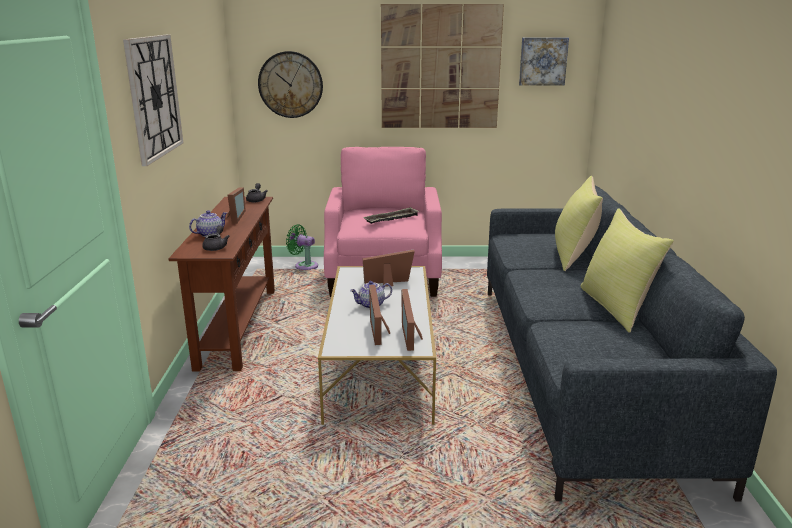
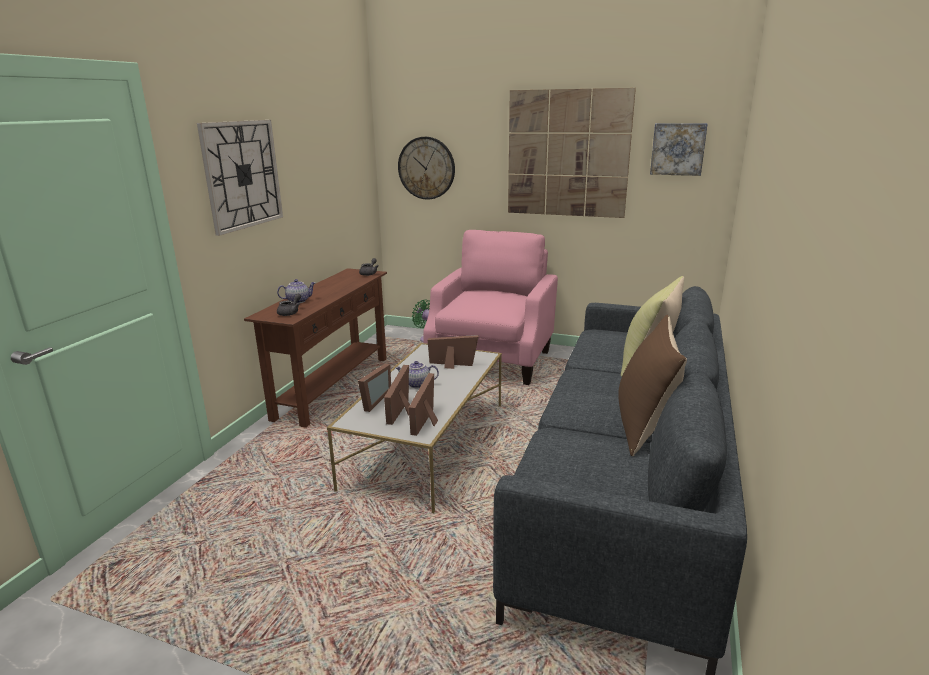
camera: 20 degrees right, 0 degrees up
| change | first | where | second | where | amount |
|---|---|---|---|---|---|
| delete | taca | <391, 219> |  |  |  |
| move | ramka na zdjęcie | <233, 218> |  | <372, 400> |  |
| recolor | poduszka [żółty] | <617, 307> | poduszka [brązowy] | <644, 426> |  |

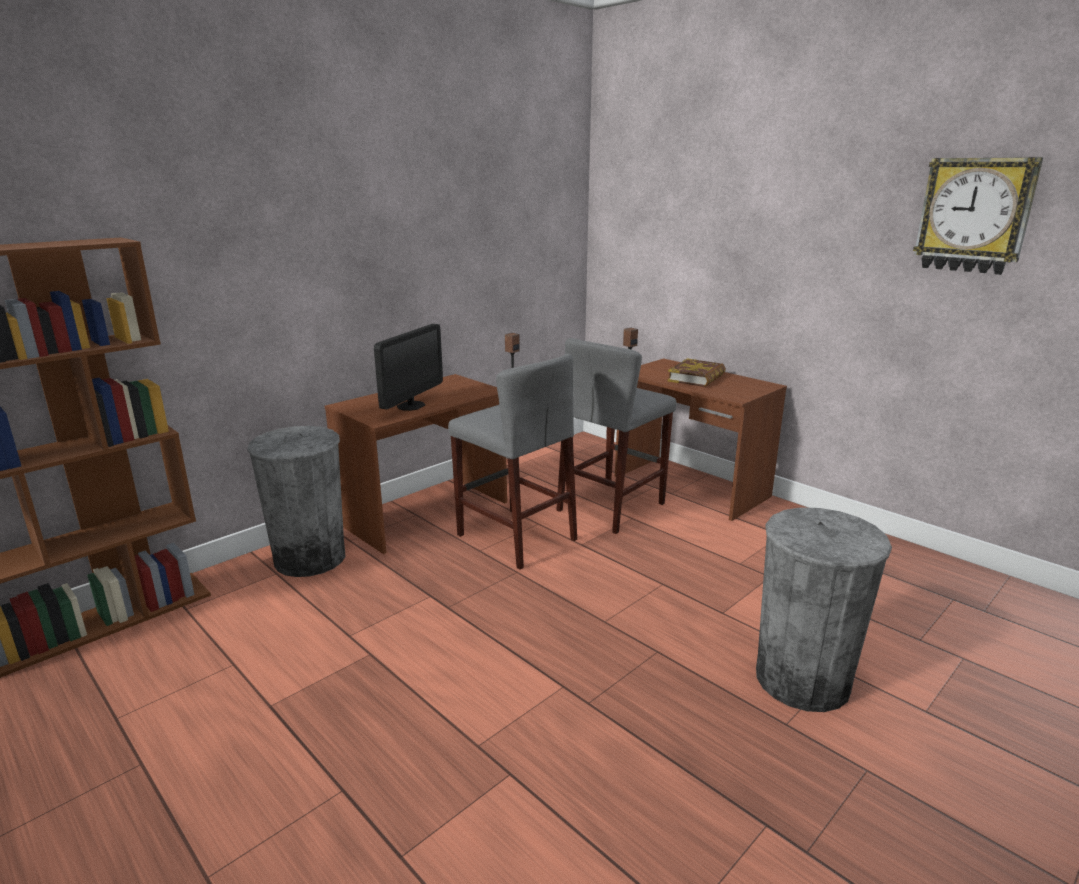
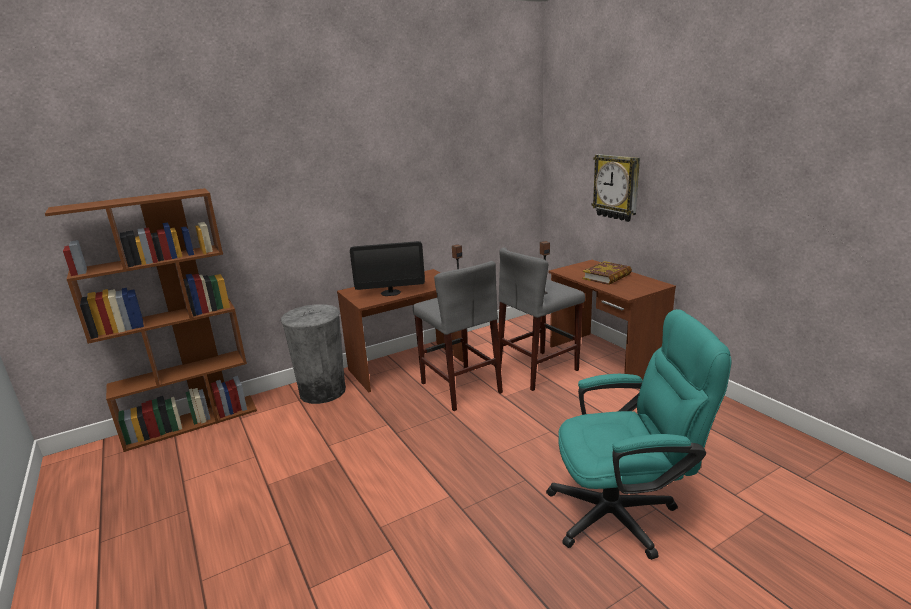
camera: 15 degrees right, 0 degrees up
| change | first | where | second | where | amount |
|---|---|---|---|---|---|
| move | zegar ścienny | <974, 215> |  | <616, 187> |  |
| replace | kosz na śmieci [szary] | <802, 679> | krzesło biurowe [turkusowy] | <624, 513> |  |
| rotate | monitor | <411, 406> |  | <390, 293> | 45 degrees clockwise |

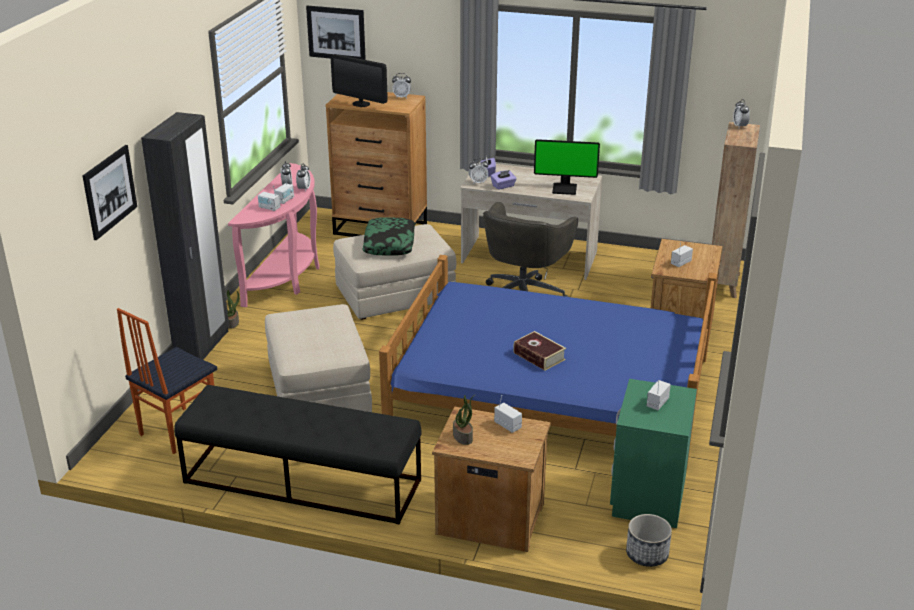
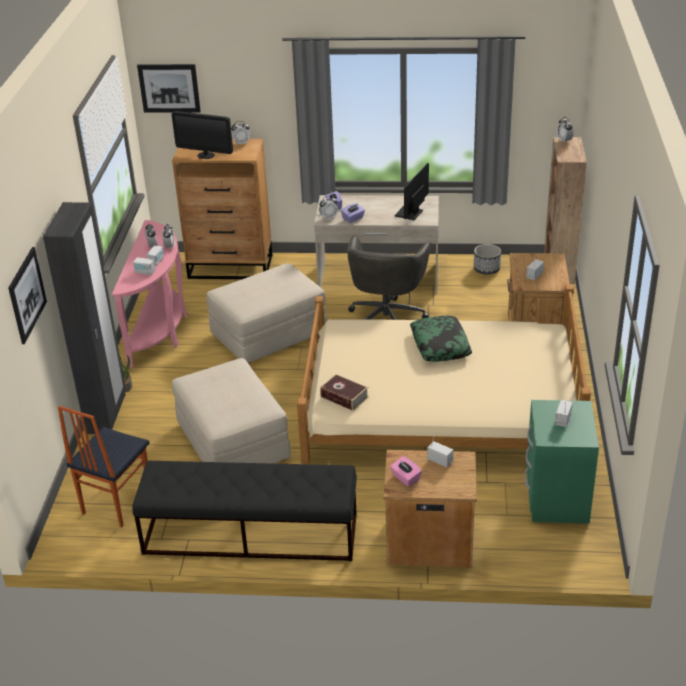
camera: 10 degrees left, 5 degrees up
| change | first | where | second | where | amount |
|---|---|---|---|---|---|
| move | poduszka | <389, 244> |  | <440, 345> |  |
| move | książka | <539, 356> |  | <344, 397> |  |
| move | donica | <647, 554> |  | <486, 269> |  |
| replace | roślina doniczkowa | <463, 437> | pudełko chusteczek [różowy] | <405, 478> |  |
| recolor | łóżko [niebieski] | <549, 388> | łóżko [beżowy] | <439, 407> |  |
| rotate | monitor | <565, 188> |  | <410, 214> | 120 degrees clockwise |

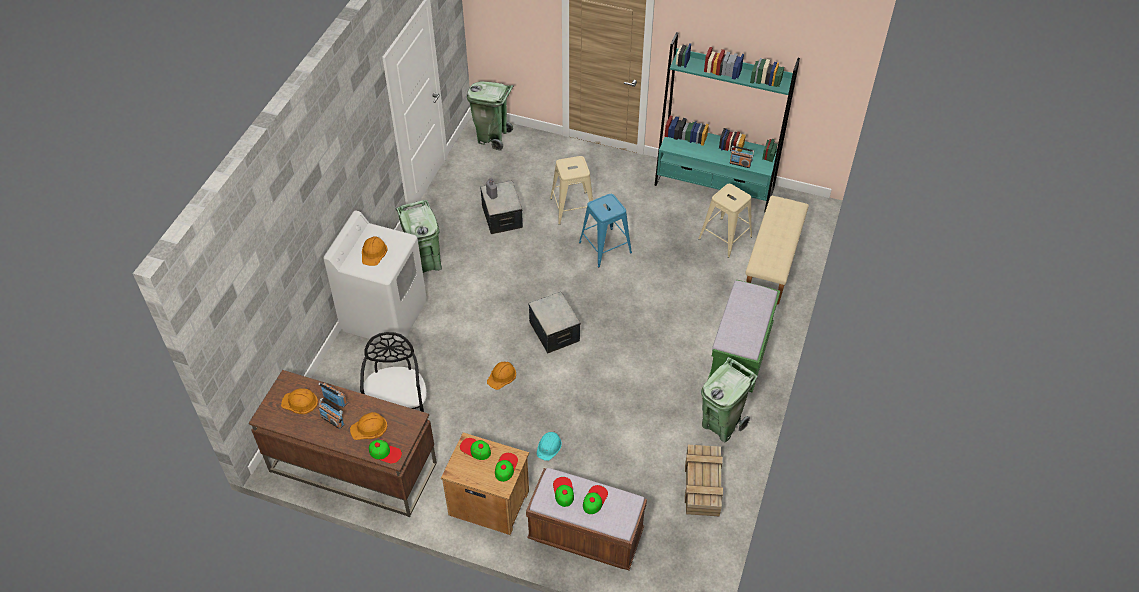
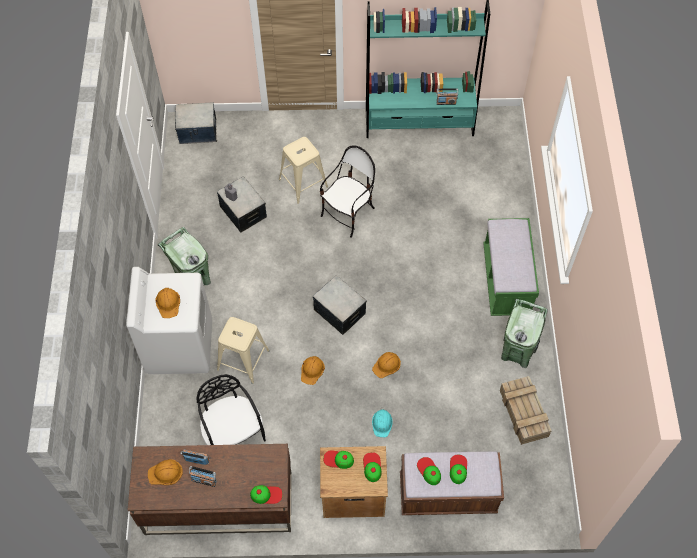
camera: 20 degrees left, 10 degrees up
| change | first | where | second | where | amount |
|---|---|---|---|---|---|
| delete | ławka [beżowy] | <773, 262> |  |  |  |
| move | kask [pomarańczowy] | <369, 428> |  | <387, 365> |  |
| move | stołek [beżowy] | <724, 238> |  | <243, 360> |  |
| replace | kosz na śmieci [zielony] | <492, 137> | pojemnik do przechowywania | <198, 131> |  |
| replace | stołek [niebieski] | <604, 247> | krzesło | <348, 214> |  |

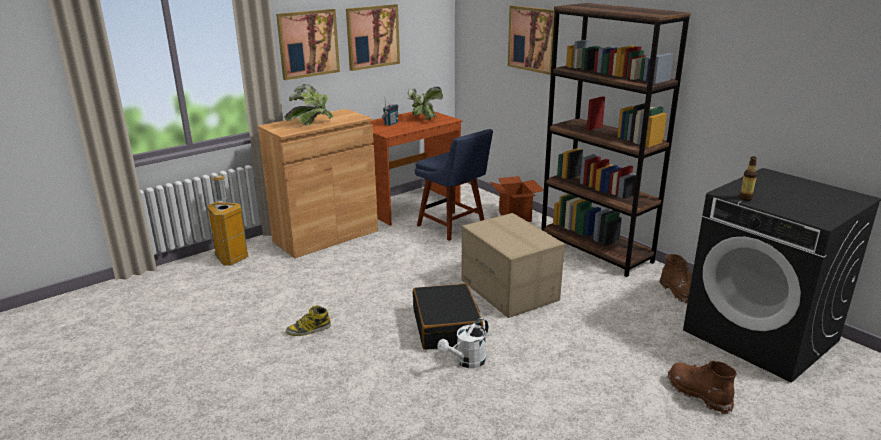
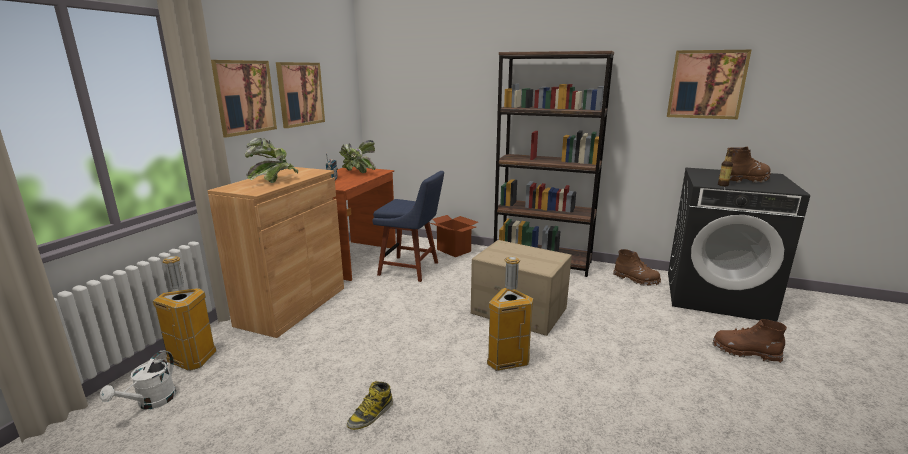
camera: 30 degrees left, 5 degrees down
| change | first | where | second | where | amount |
|---|---|---|---|---|---|
| insert |  |  | but z cholewką [brązowy] | <744, 180> |  |
| move | konewka [biały] | <467, 362> |  | <151, 402> |  |
| move | obraz | <533, 39> |  | <706, 84> |  |
| replace | walizka [czarny] | <447, 327> | kosz na śmieci | <506, 361> |  |

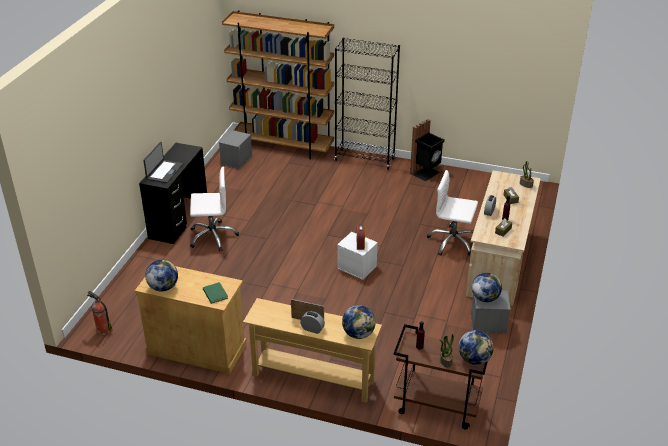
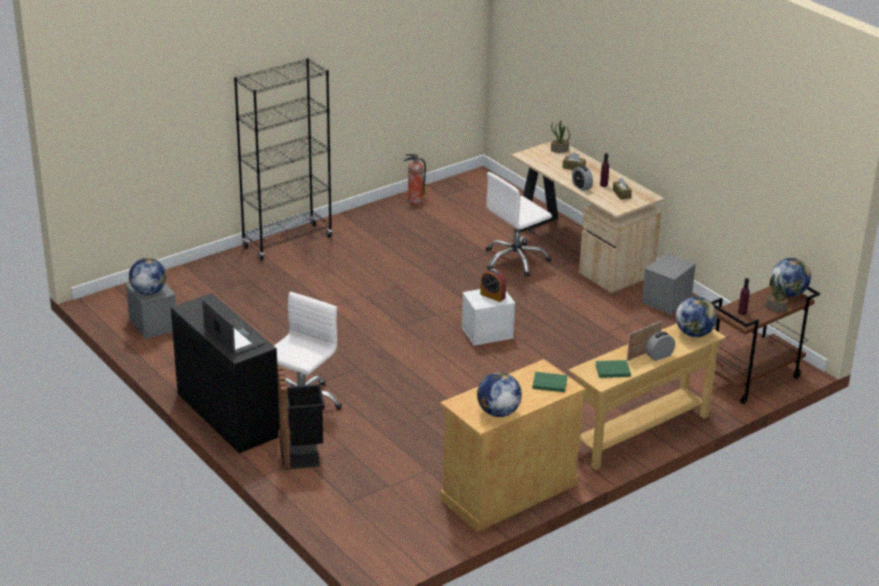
camera: 55 degrees left, 5 degrees down
| change | first | where | second | where | amount |
|---|---|---|---|---|---|
| delete | regał [brązowy] | <283, 146> |  |  |  |
| insert |  |  | książka [zielony] | <611, 370> |  |
| move | gaśnica | <103, 330> |  | <414, 200> |  |
| move | kosz na śmieci [czarny] | <426, 173> |  | <302, 455> |  |
| move | globus | <485, 298> |  | <148, 292> |  |

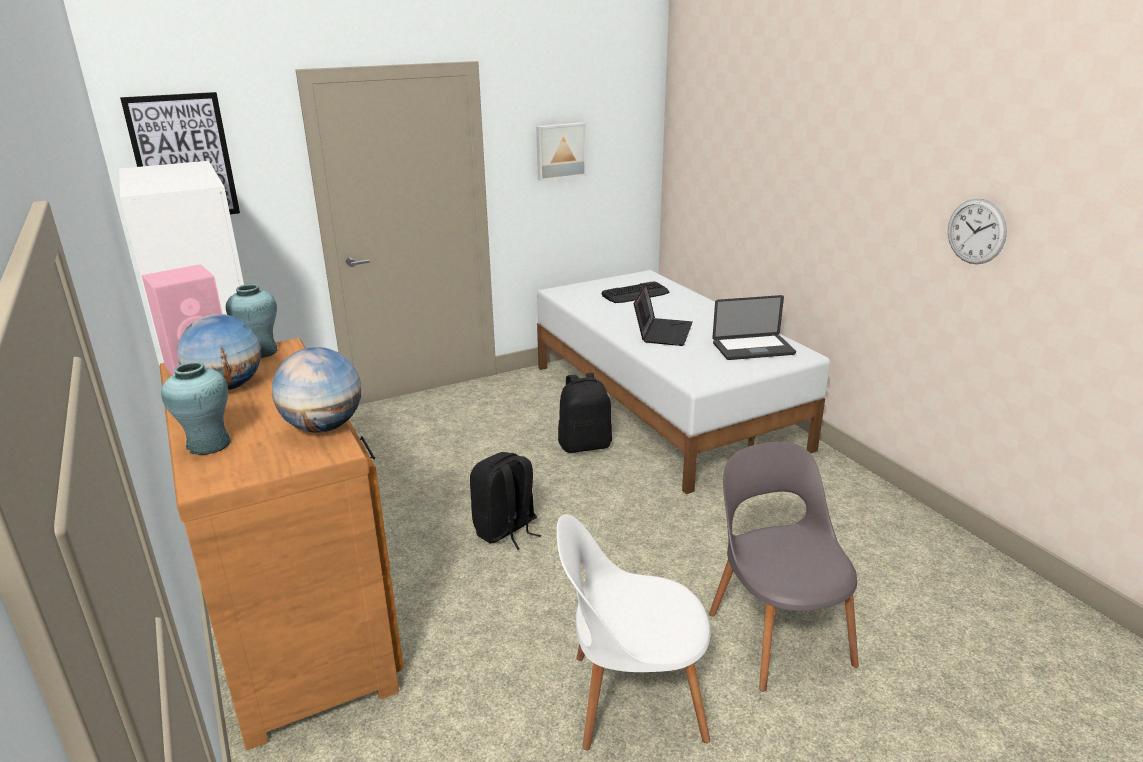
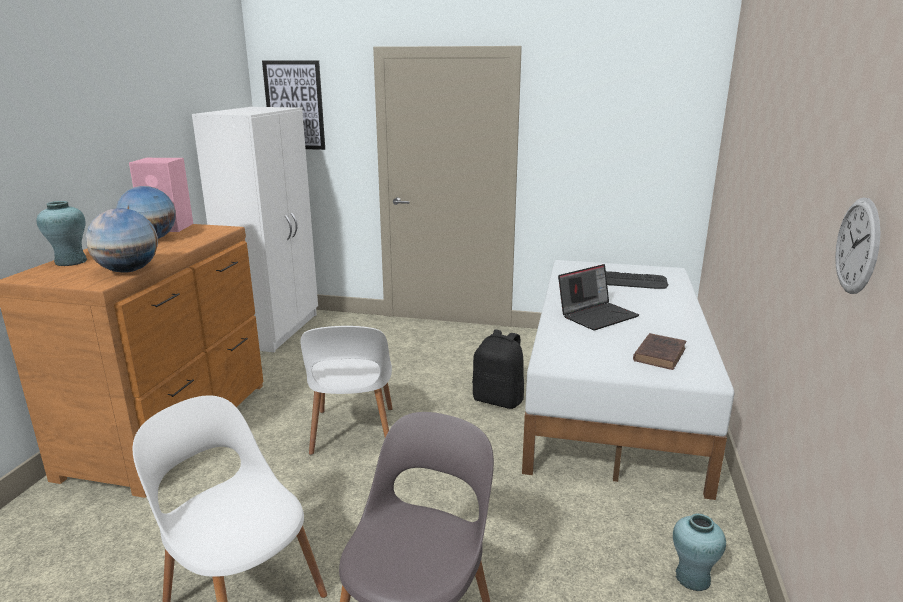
camera: 40 degrees right, 5 degrees down
| change | first | where | second | where | amount |
|---|---|---|---|---|---|
| delete | obraz | <560, 151> |  |  |  |
| move | wazon [turkusowy] | <261, 352> |  | <692, 578> |  |
| replace | plecak [czarny] | <506, 530> | krzesło [biały] | <353, 433> |  |
| replace | laptop | <753, 349> | książka [brązowy] | <660, 354> |  |

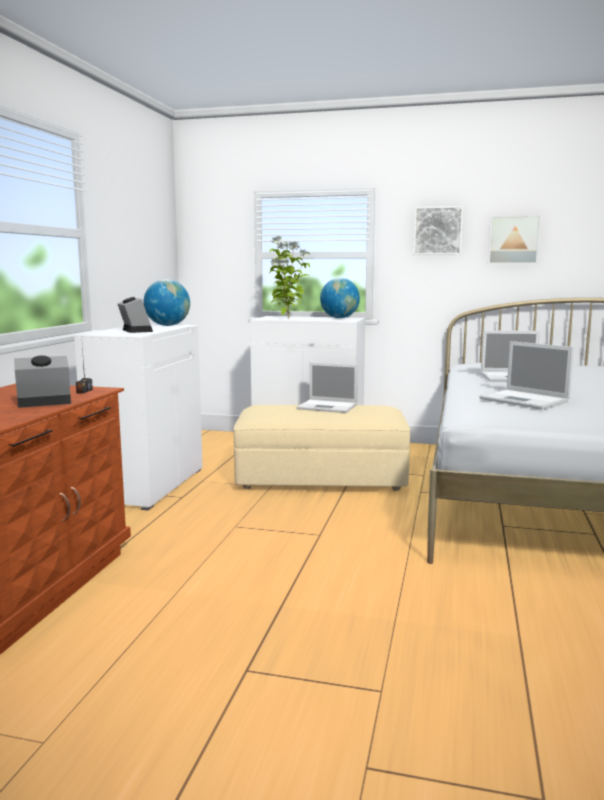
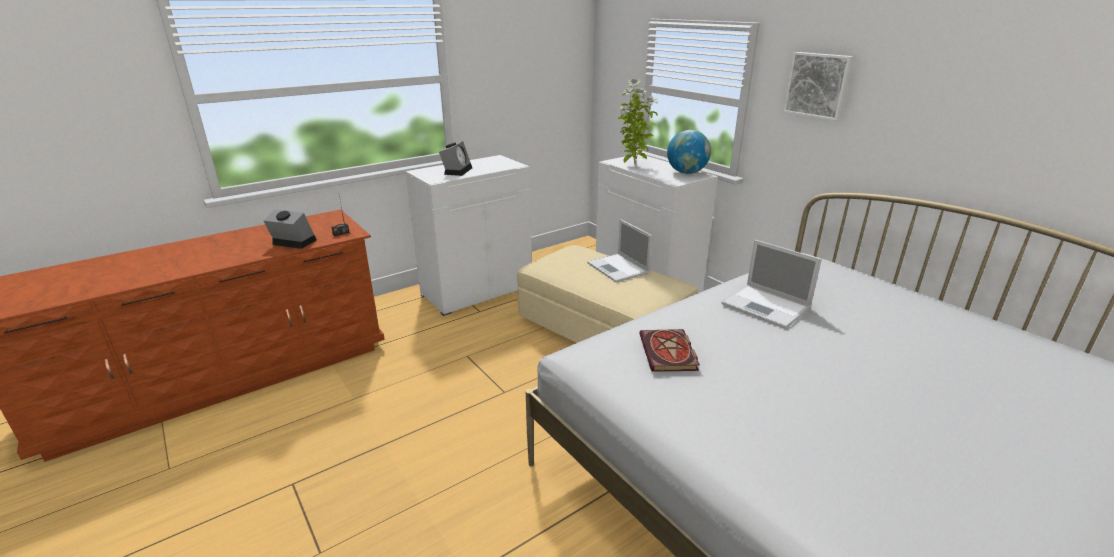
camera: 40 degrees right, 15 degrees up
| change | first | where | second | where | amount |
|---|---|---|---|---|---|
| delete | globus | <167, 325> |  |  |  |
| delete | obraz | <513, 240> |  |  |  |
| replace | laptop | <525, 400> | książka | <669, 354> |  |

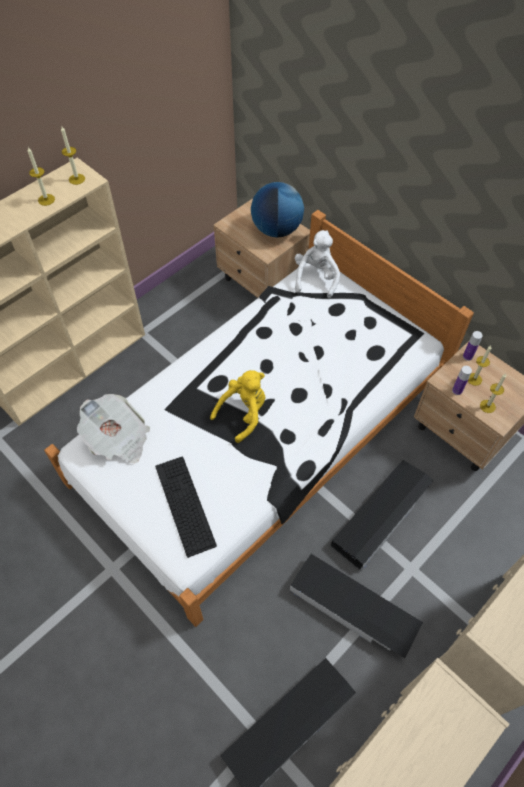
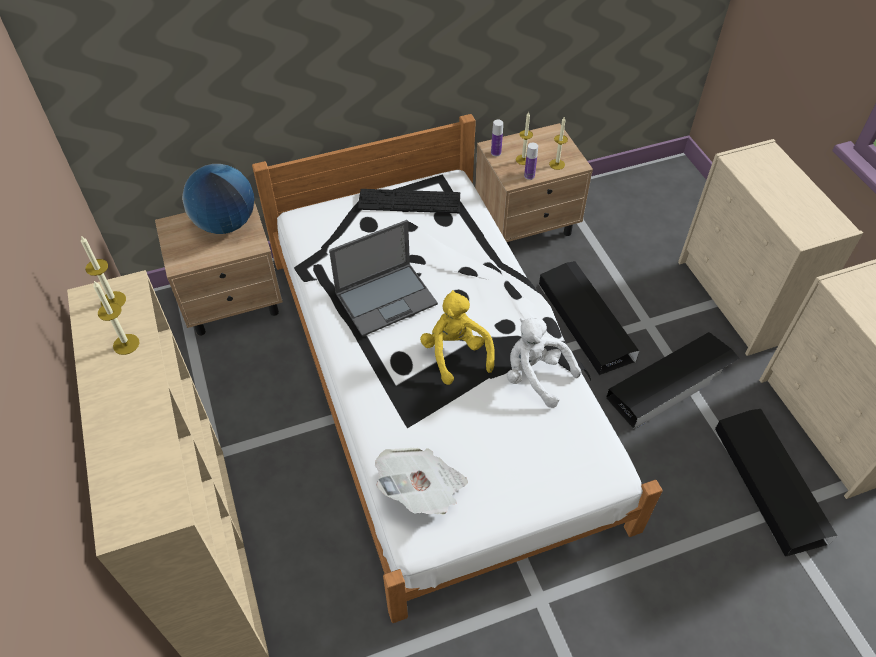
camera: 65 degrees left, 5 degrees down
| change | first | where | second | where | amount |
|---|---|---|---|---|---|
| insert |  |  | laptop | <387, 298> |  |
| move | klawiatura | <185, 505> |  | <409, 201> |  |
| move | pluszak [biały] | <316, 278> |  | <535, 376> |  |

